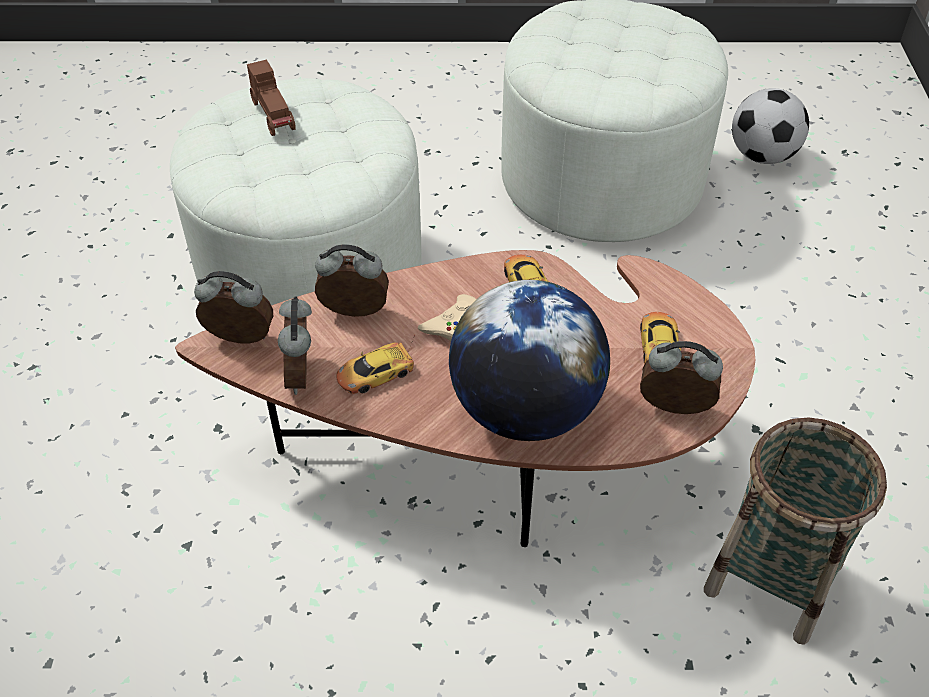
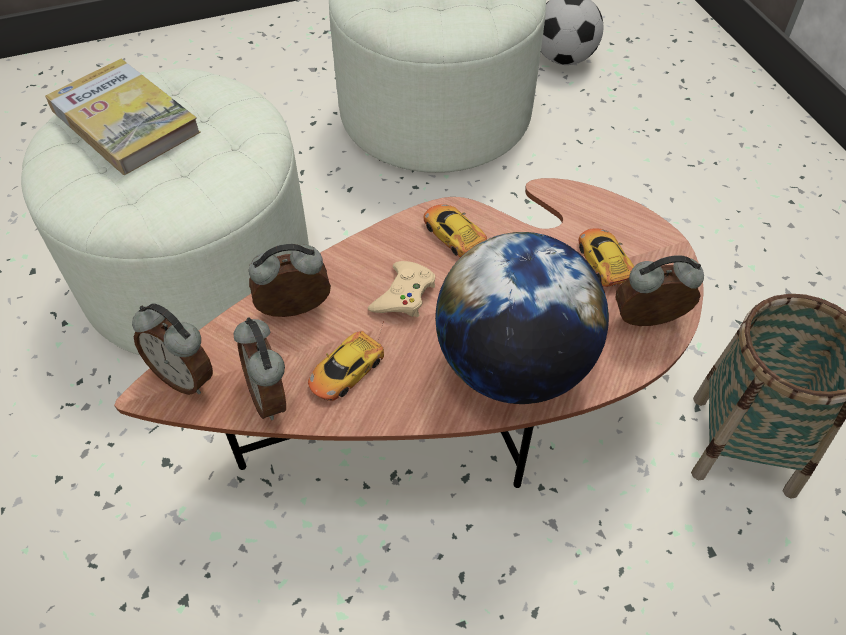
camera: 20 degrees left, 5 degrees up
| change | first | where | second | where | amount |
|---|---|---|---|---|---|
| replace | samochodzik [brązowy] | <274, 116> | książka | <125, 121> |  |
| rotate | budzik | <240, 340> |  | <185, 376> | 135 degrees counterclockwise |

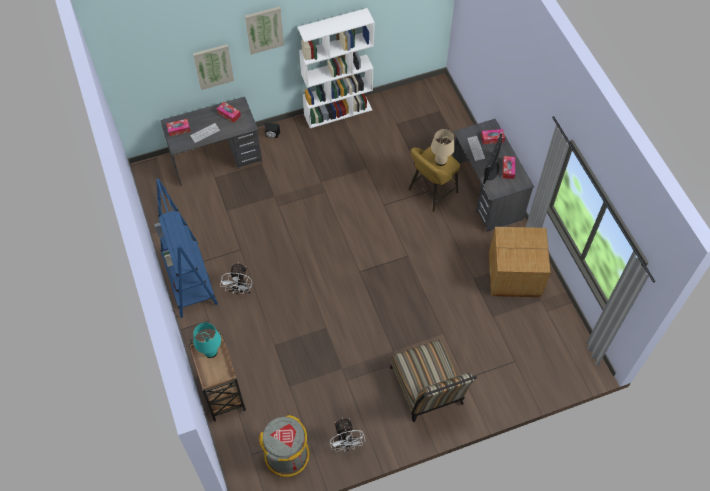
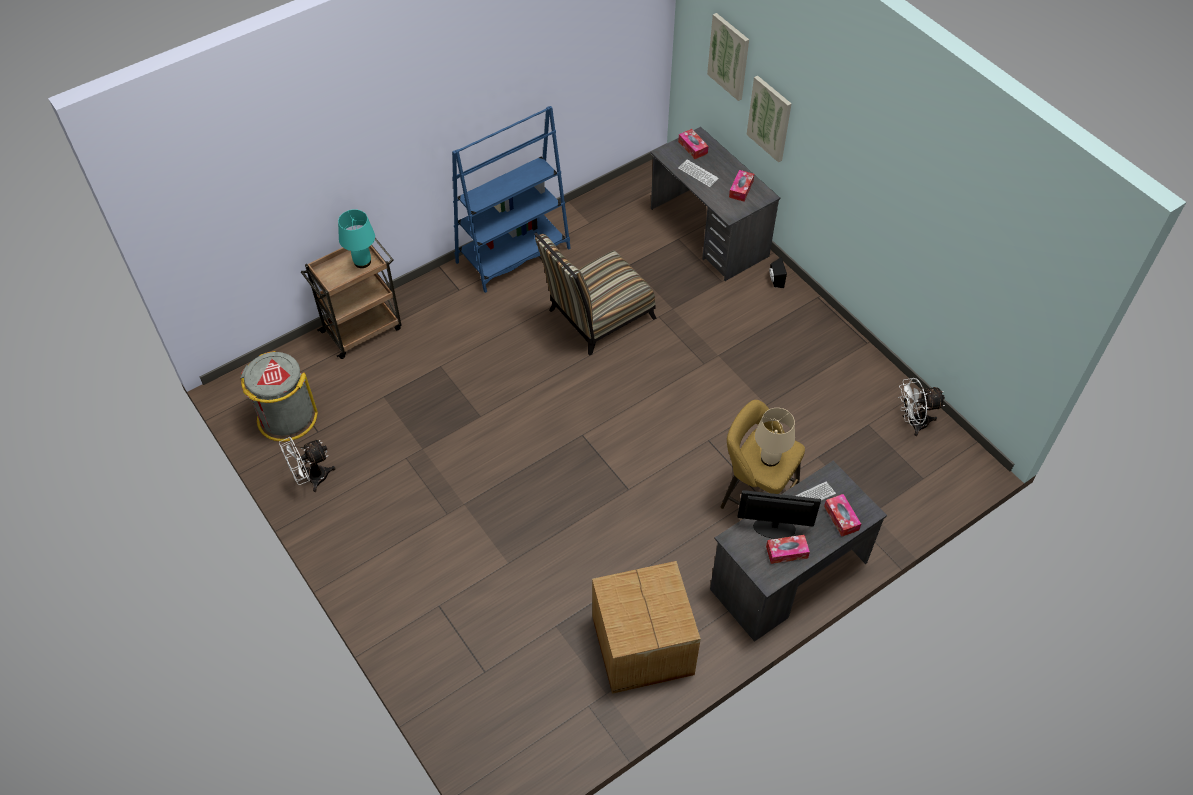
camera: 75 degrees right, 5 degrees down
| change | first | where | second | where | amount |
|---|---|---|---|---|---|
| delete | regał [biały] | <338, 112> |  |  |  |
| move | wentylator [biały] | <240, 290> |  | <913, 422> |  |
| move | obraz | <264, 29> |  | <729, 56> |  |
| move | krzesło | <428, 390> |  | <596, 317> |  |

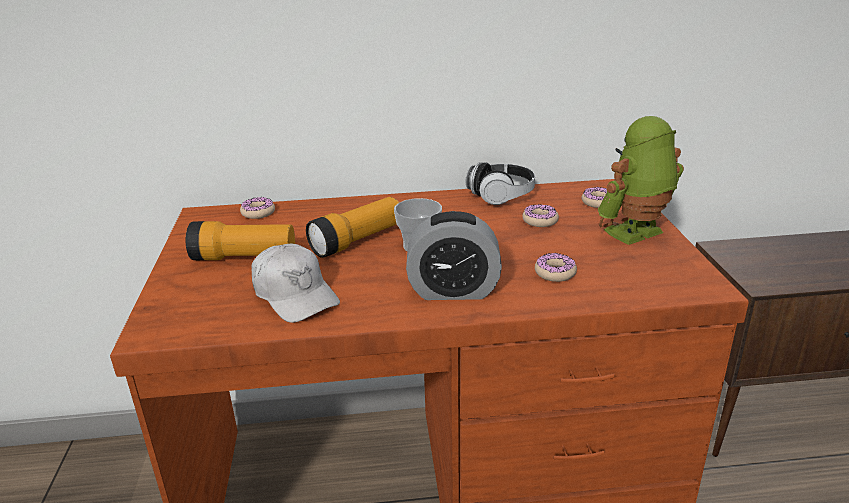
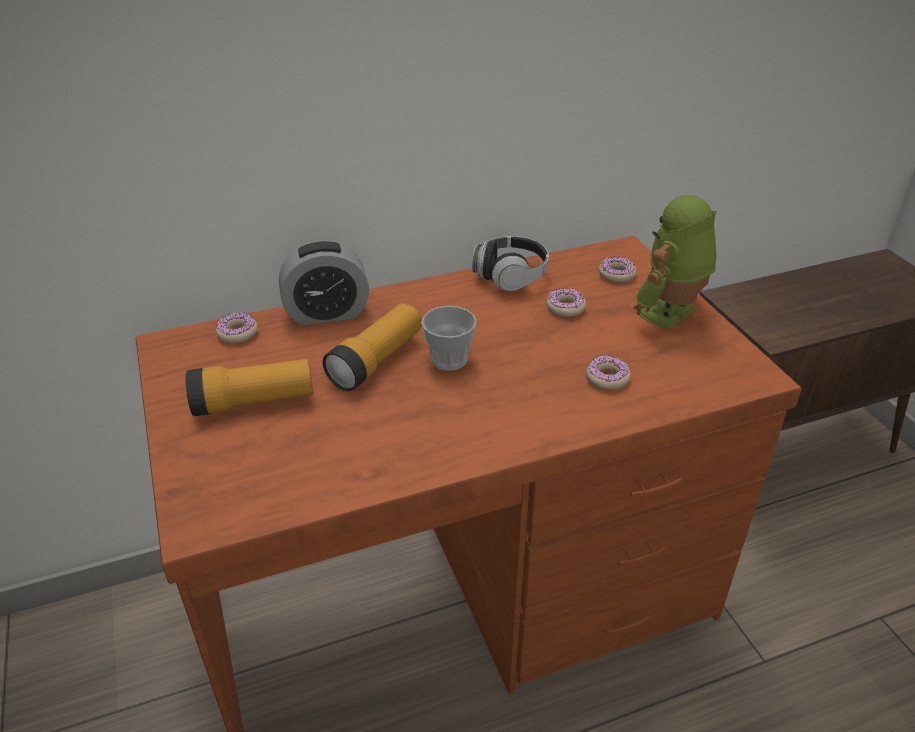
camera: 15 degrees left, 10 degrees up
| change | first | where | second | where | amount |
|---|---|---|---|---|---|
| delete | czapka z daszkiem [biały] | <295, 295> |  |  |  |
| move | budzik | <453, 291> |  | <327, 313> |  |

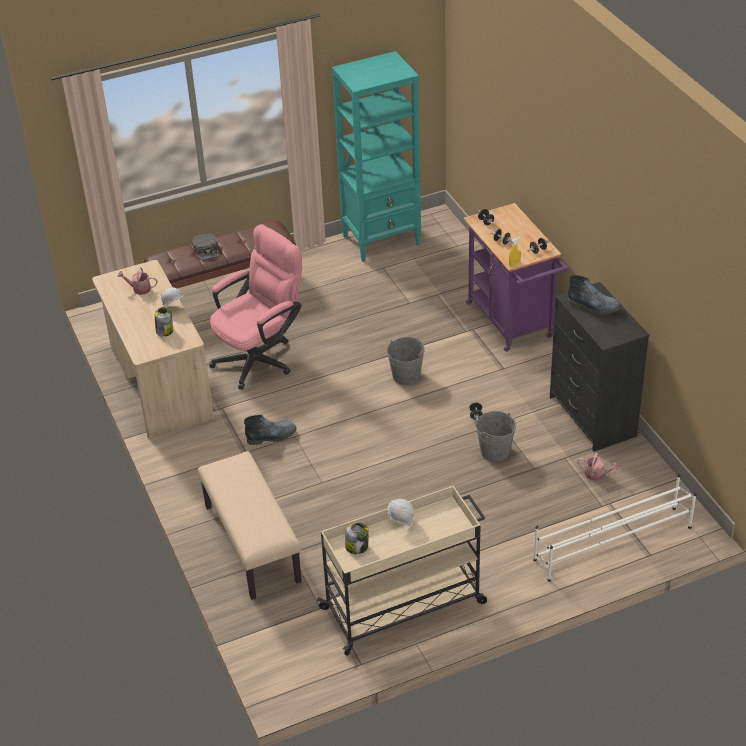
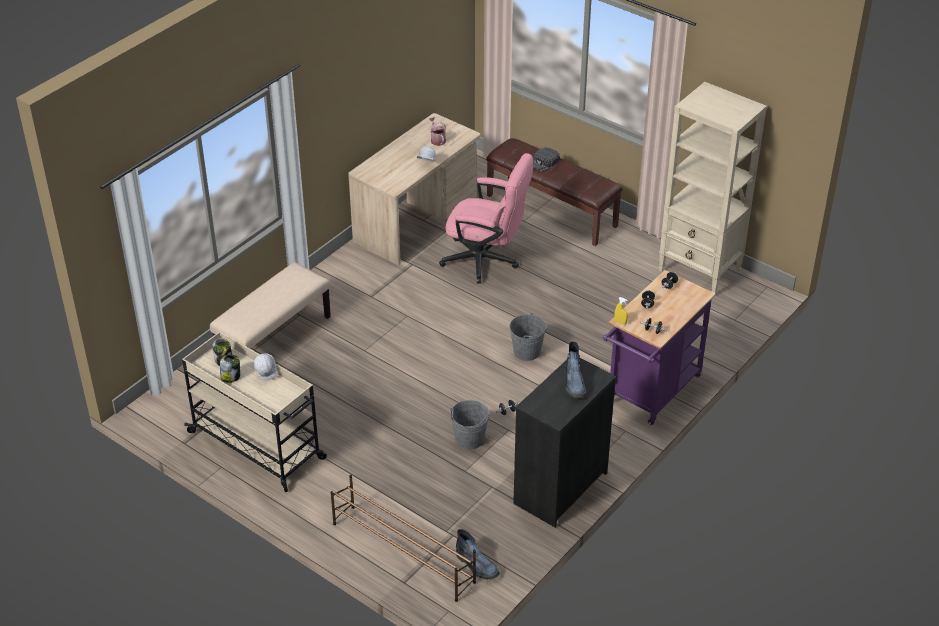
camera: 60 degrees right, 0 degrees up
| change | first | where | second | where | amount |
|---|---|---|---|---|---|
| delete | konewka | <597, 475> |  |  |  |
| move | słoik | <164, 331> |  | <231, 376> |  |
| move | but z cholewką | <272, 436> |  | <477, 565> |  |
| recolor | regał [turkusowy] | <382, 240> | regał [beżowy] | <700, 271> |  |
| recolor | regał na buty [biały] | <612, 543> | regał na buty [brązowy] | <402, 552> |  |

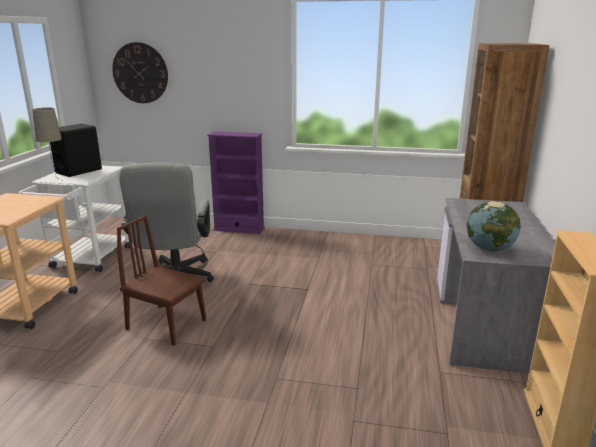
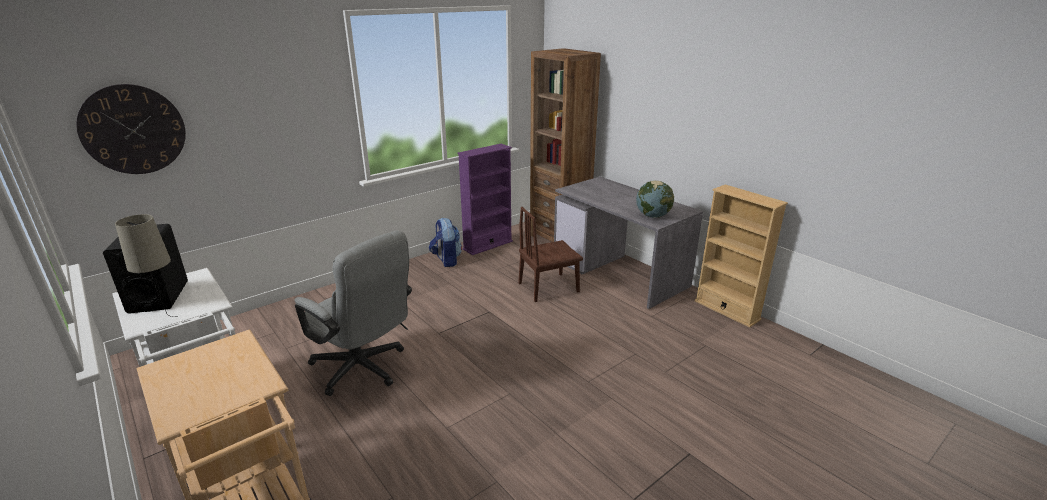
camera: 50 degrees left, 5 degrees up
| change | first | where | second | where | amount |
|---|---|---|---|---|---|
| insert |  |  | plecak | <446, 260> |  |
| move | krzesło [brązowy] | <166, 324> |  | <548, 287> |  |
| move | regał [fioletowy] | <239, 229> |  | <488, 245> |  |

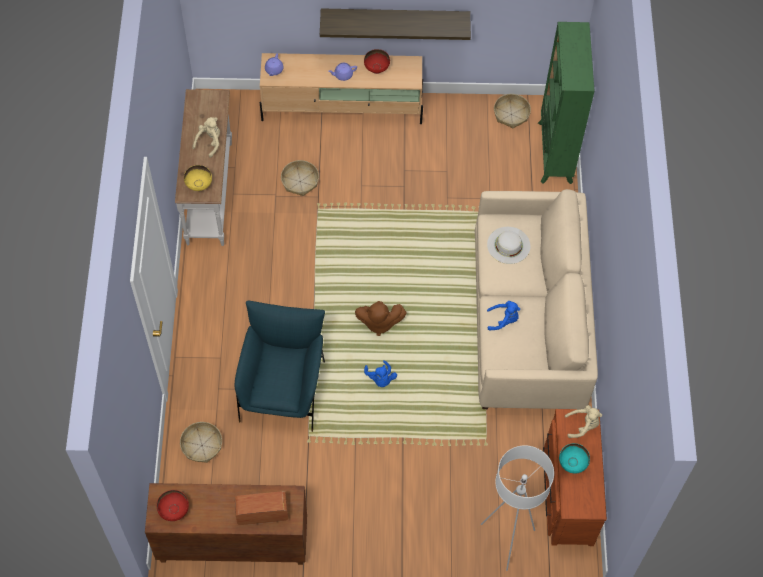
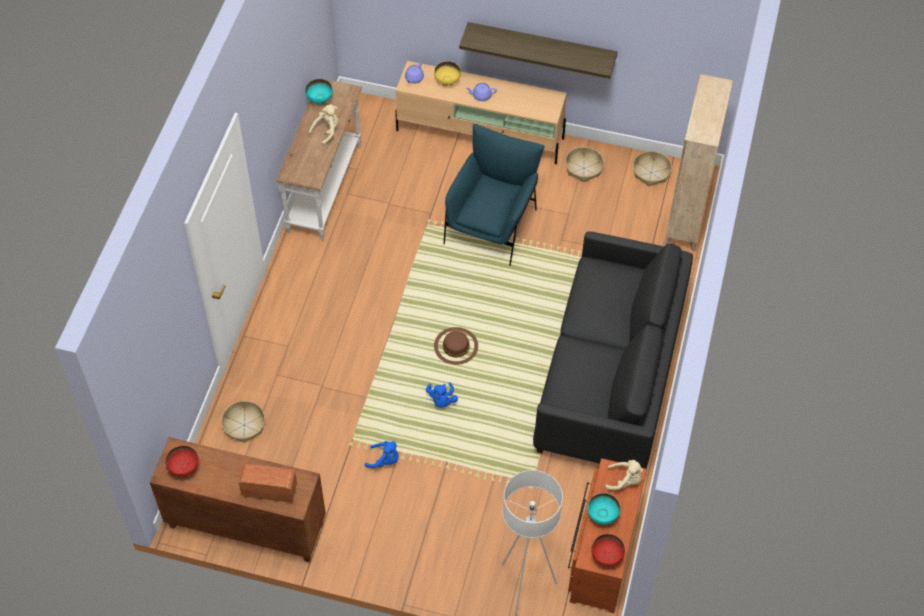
camera: 15 degrees right, 5 degrees down
| change | first | where | second | where | amount |
|---|---|---|---|---|---|
| delete | kapelusz [biały] | <508, 245> |  |  |  |
| insert |  |  | miska [turkusowy] | <319, 100> |  |
| move | miska [żółty] | <199, 185> |  | <447, 82> |  |
| move | fotel [niebieski] | <283, 388> |  | <491, 224> |  |
| move | koszyk | <300, 181> |  | <584, 168> |  |
| move | miska [czerwony] | <376, 69> |  | <606, 557> |  |
| move | pluszak [niebieski] | <503, 320> |  | <385, 460> |  |
| replace | pluszak [brązowy] | <379, 323> | kapelusz [brązowy] | <456, 346> |  |
| recolor | kanapa [beżowy] | <528, 322> | kanapa [czarny] | <609, 377> |  |
| recolor | regał [zielony] | <554, 152> | regał [beżowy] | <685, 218> |  |

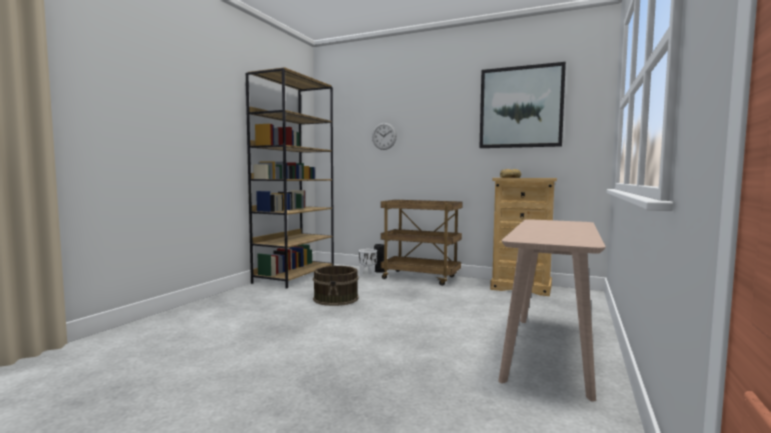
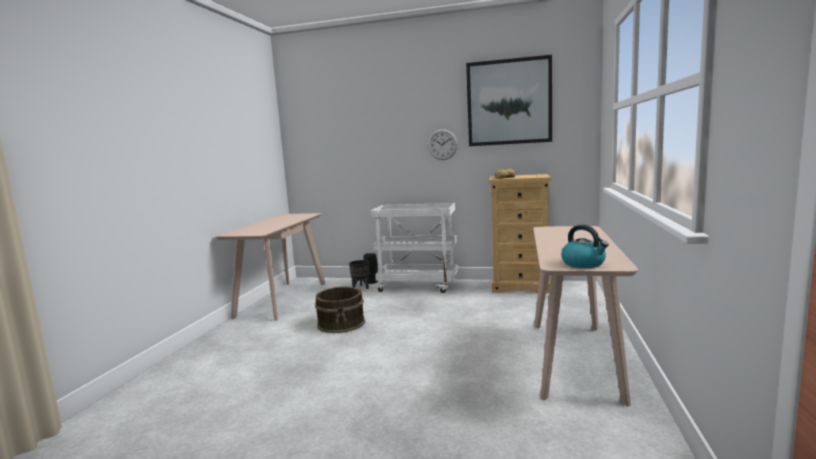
camera: 10 degrees left, 5 degrees up
| change | first | where | second | where | amount |
|---|---|---|---|---|---|
| insert |  |  | czajnik | <584, 264> |  |
| move | zegar ścienny | <384, 136> |  | <442, 144> |  |
| replace | regał [brązowy] | <295, 276> | stolik konsolowy [beżowy] | <282, 299> |  |
| recolor | donica [biały] | <368, 274> | donica [czarny] | <361, 287> |  |
| recolor | wózek [brązowy] | <421, 278> | wózek [biały] | <418, 286> |  |

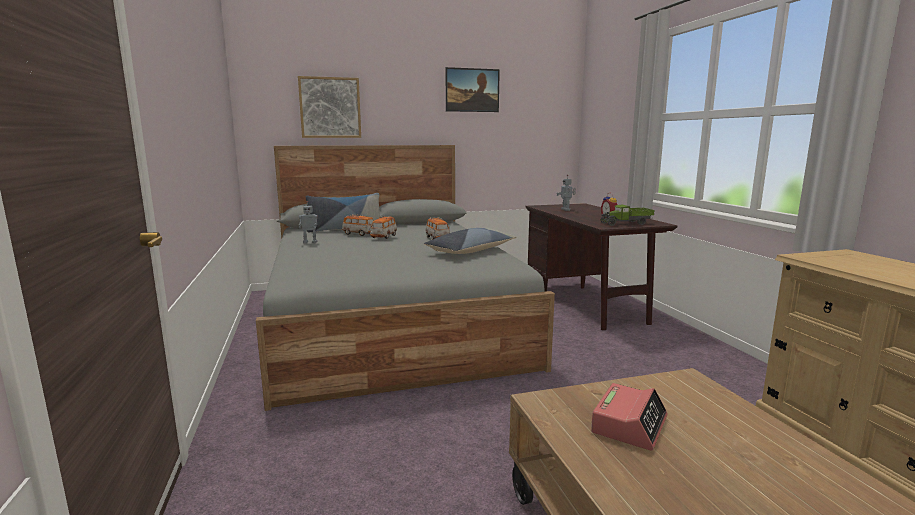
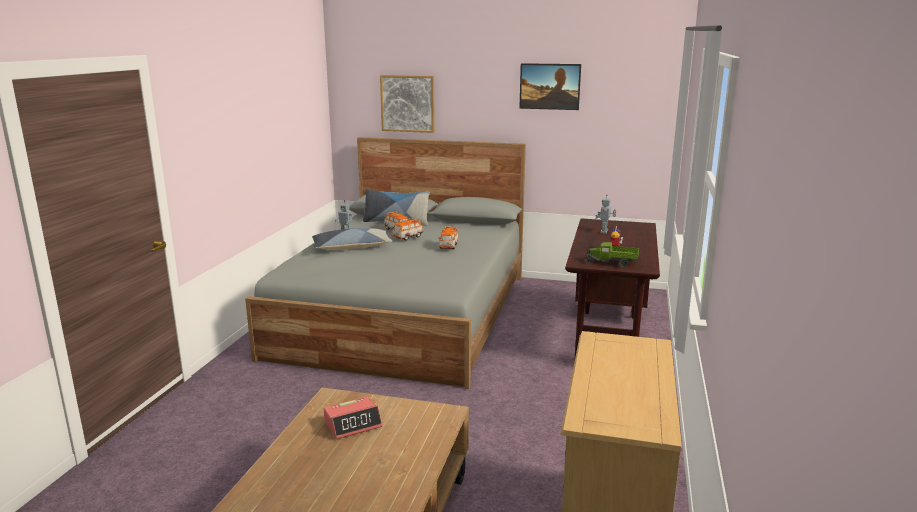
camera: 30 degrees right, 5 degrees up
| change | first | where | second | where | amount |
|---|---|---|---|---|---|
| move | poduszka | <470, 251> |  | <351, 247> |  |

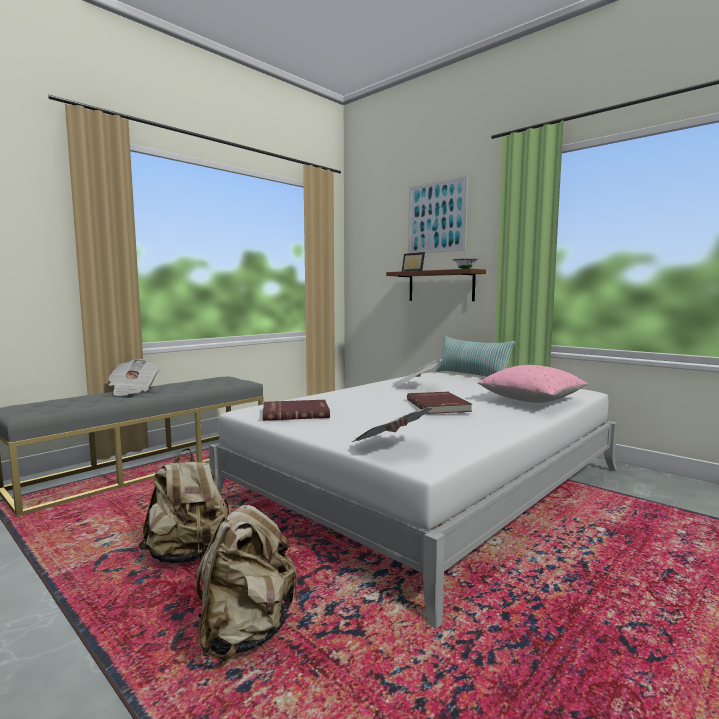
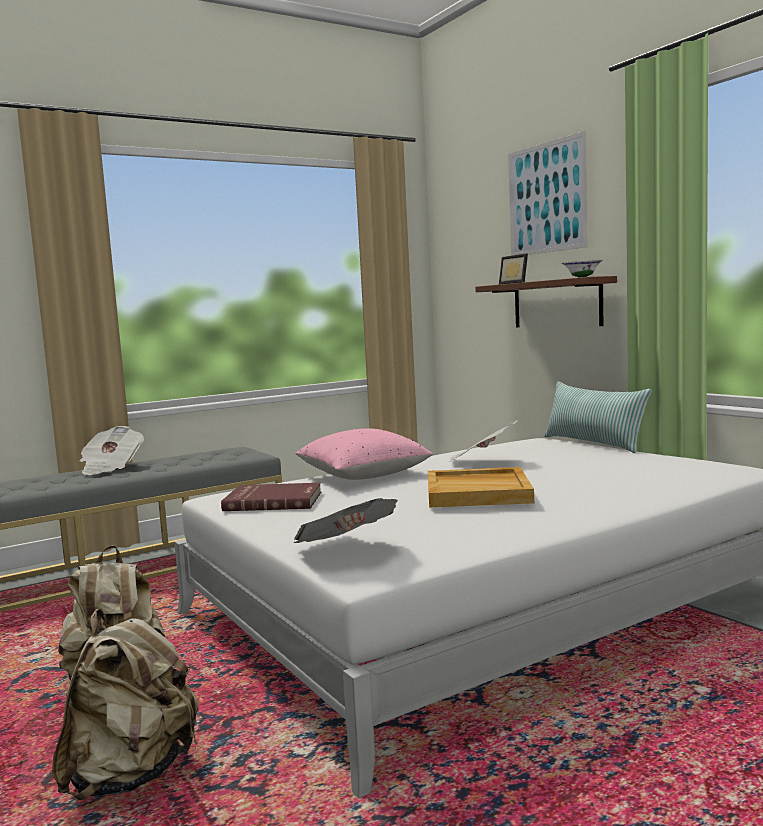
camera: 15 degrees right, 0 degrees up
| change | first | where | second | where | amount |
|---|---|---|---|---|---|
| move | poduszka [różowy] | <531, 400> |  | <363, 476> |  |
| replace | książka [czerwony] | <439, 405> | taca [beżowy] | <478, 492> |  |

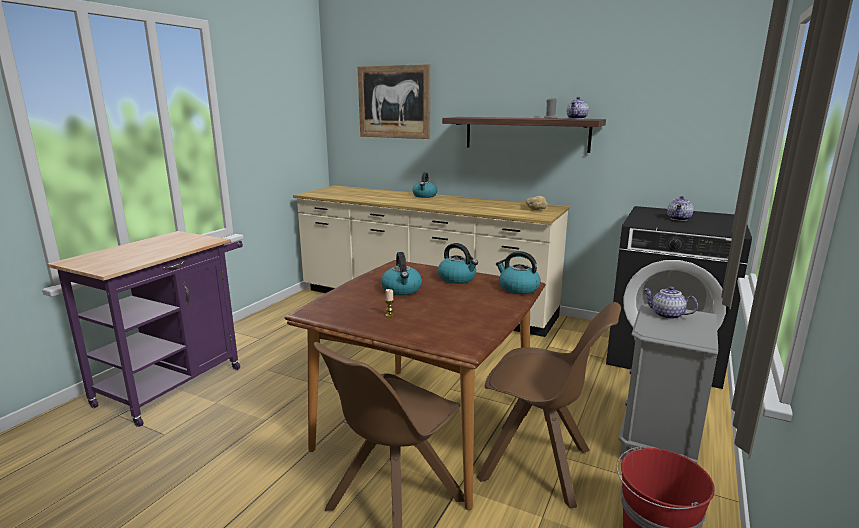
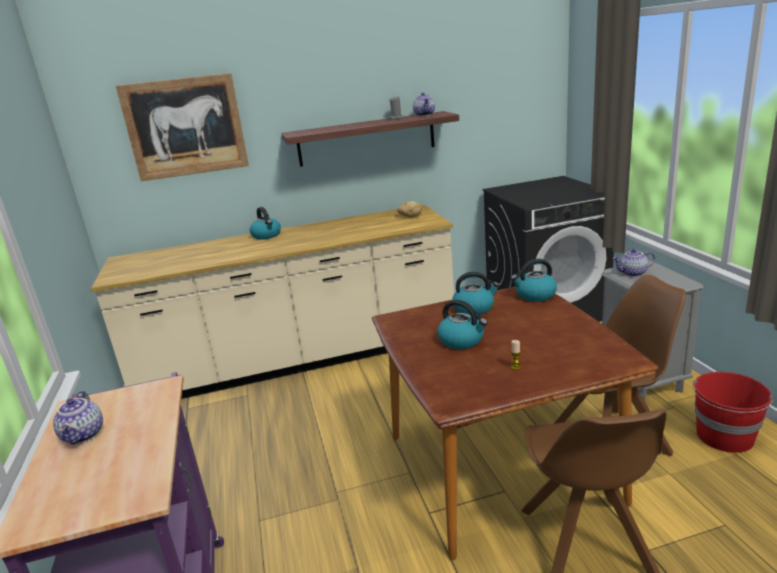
camera: 40 degrees left, 5 degrees up
| change | first | where | second | where | amount |
|---|---|---|---|---|---|
| move | imbryk | <679, 219> |  | <84, 435> |  |

